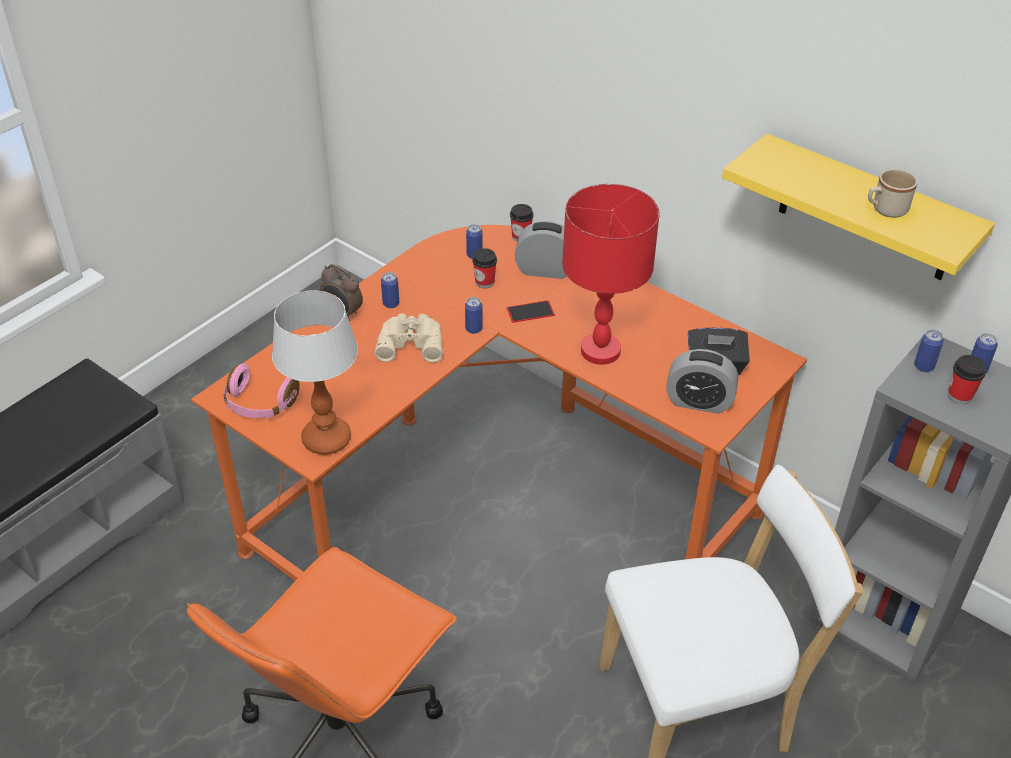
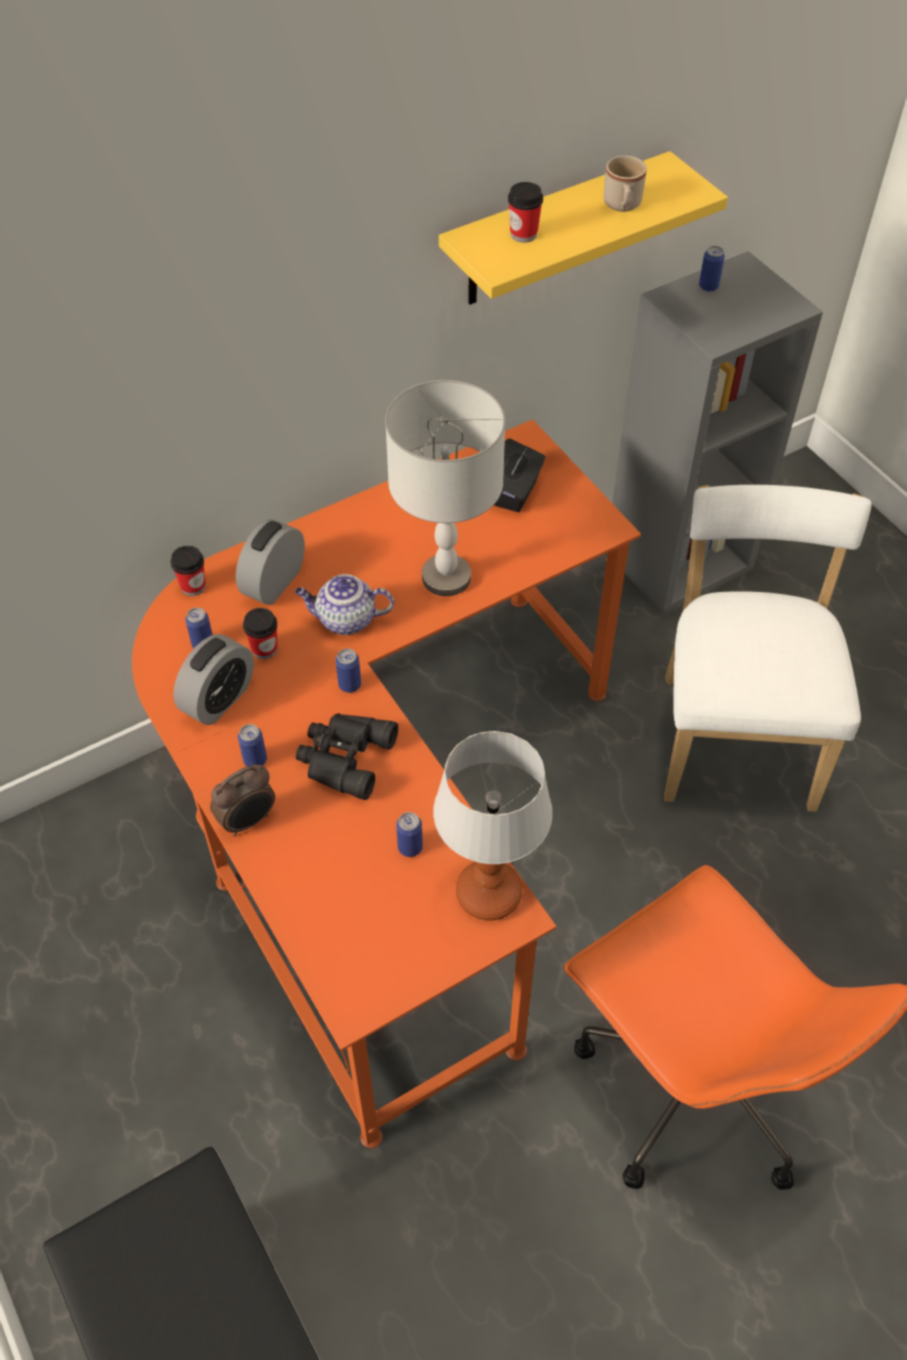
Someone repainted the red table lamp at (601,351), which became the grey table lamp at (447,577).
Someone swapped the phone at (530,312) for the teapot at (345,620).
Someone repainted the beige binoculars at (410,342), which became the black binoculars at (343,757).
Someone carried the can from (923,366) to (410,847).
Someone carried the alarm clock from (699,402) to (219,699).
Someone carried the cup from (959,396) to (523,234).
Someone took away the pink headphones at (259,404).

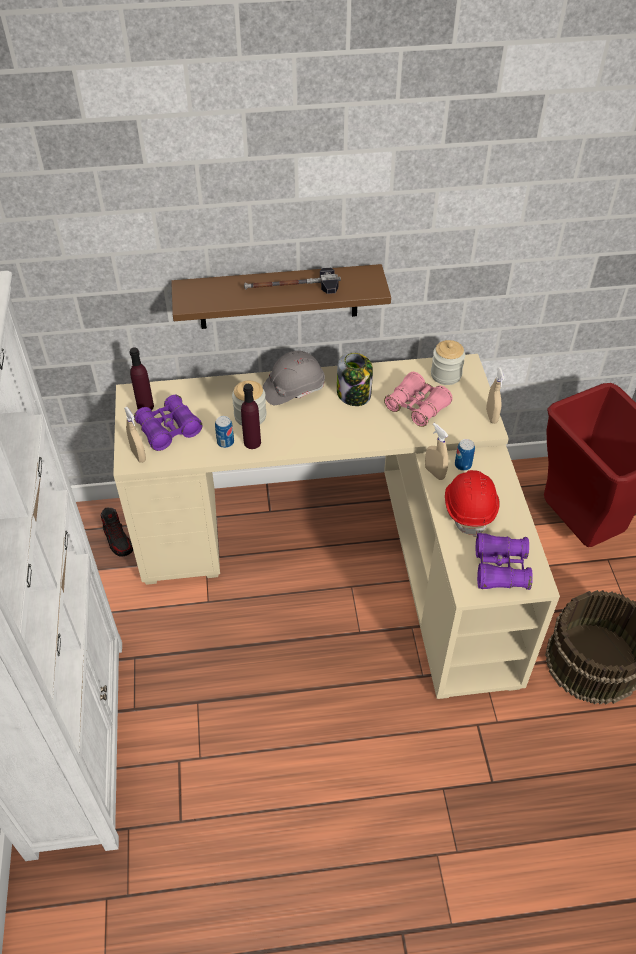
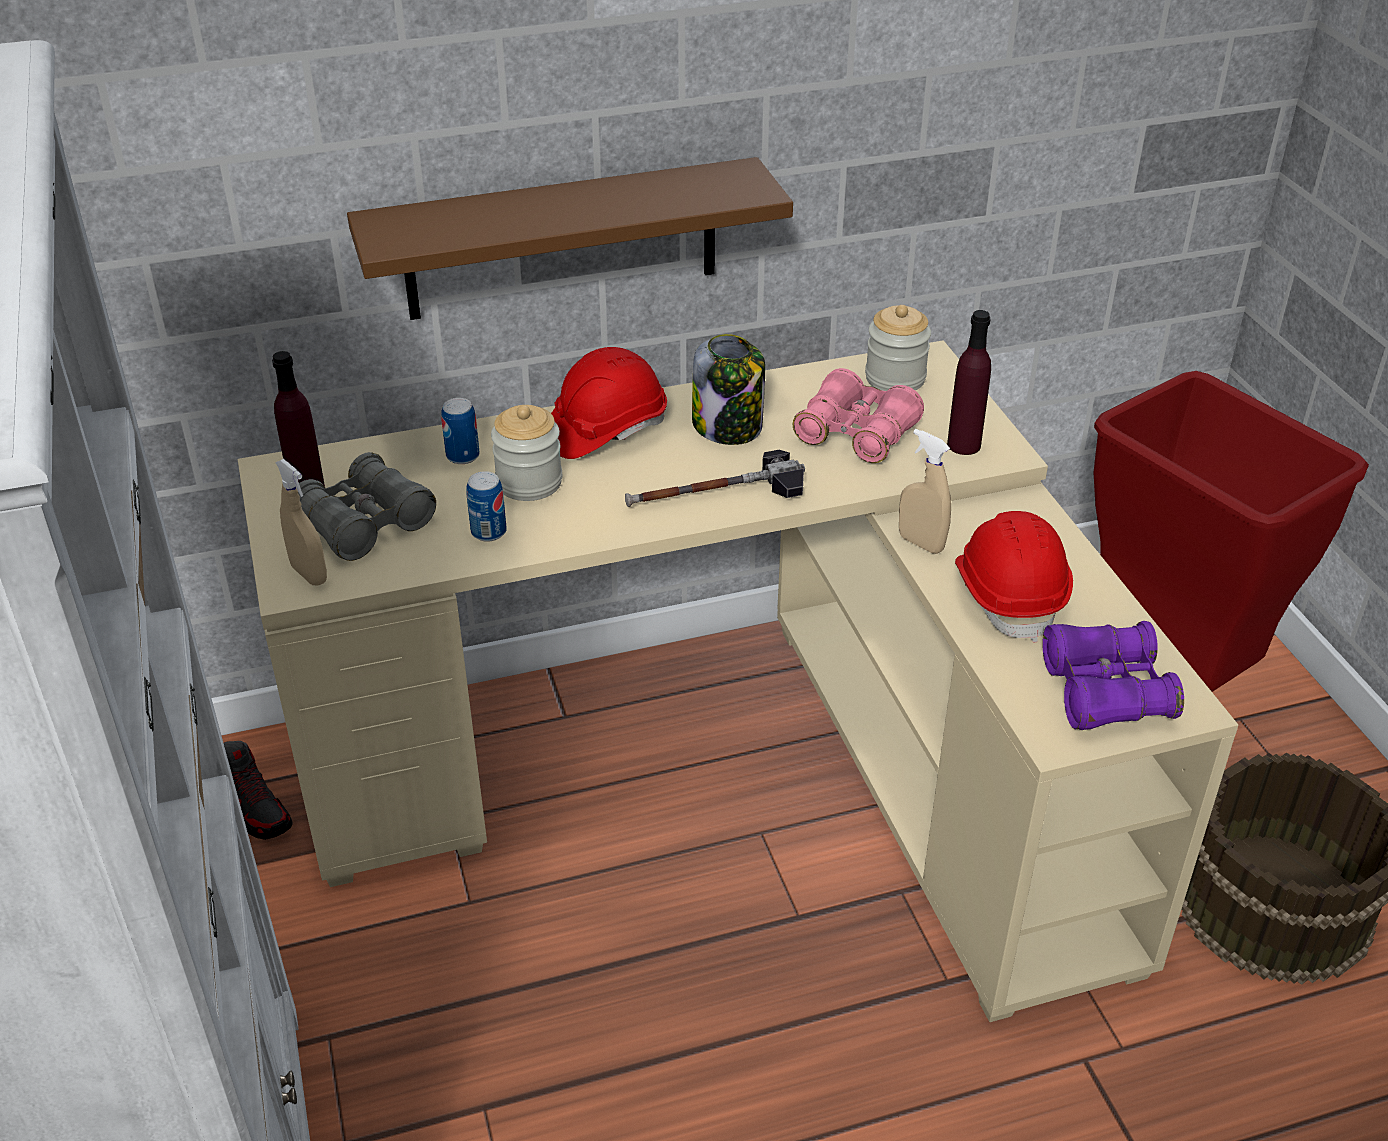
Someone carried the hammer from (292,288) to (716,494).
Someone repainted the grey hard hat at (293,389), which became the red hard hat at (605,430).
Someone took away the beige spray bottle at (491,416).
Someone carried the purple bottle from (252,442) to (963,445).
Someone repainted the purple binoculars at (169,430), which became the grey binoculars at (365,523).
Someone carried the can from (463,465) to (463,456).

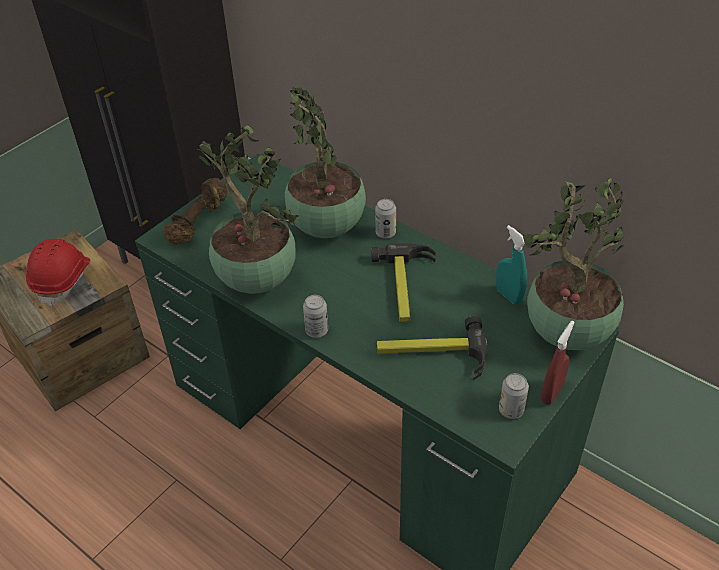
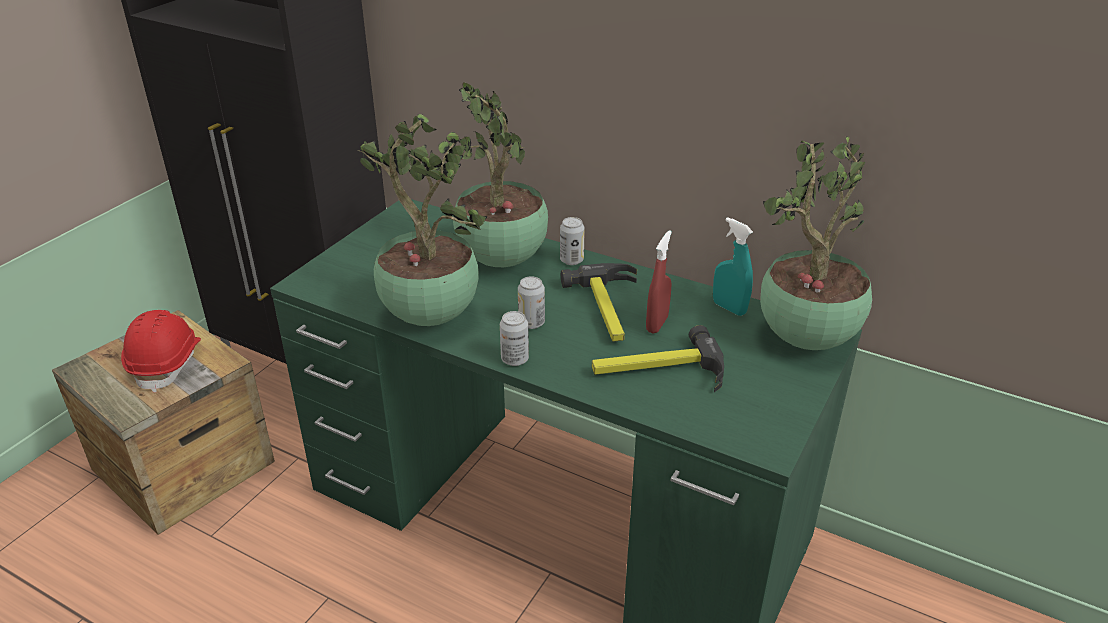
Someone took away the brown dumbbell at (199,222).
Someone carried the red spray bottle from (552,393) to (657,324).
Someone carried the can from (511,410) to (531,323).

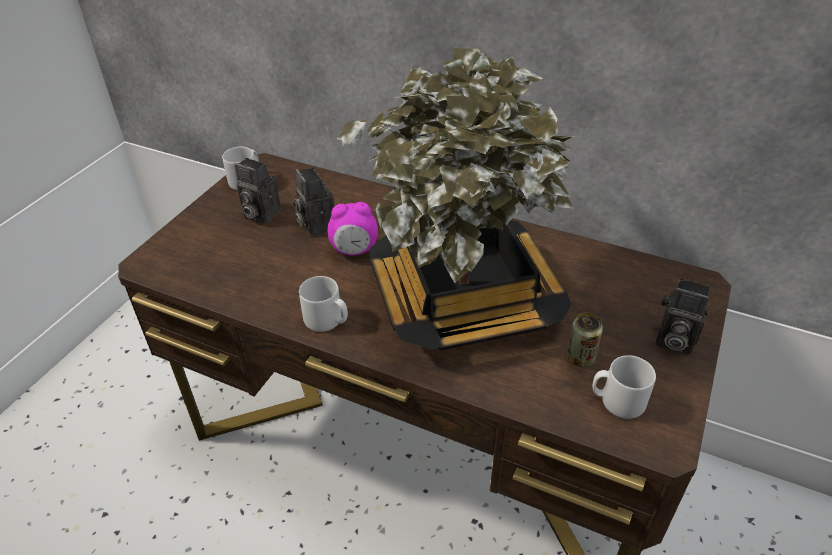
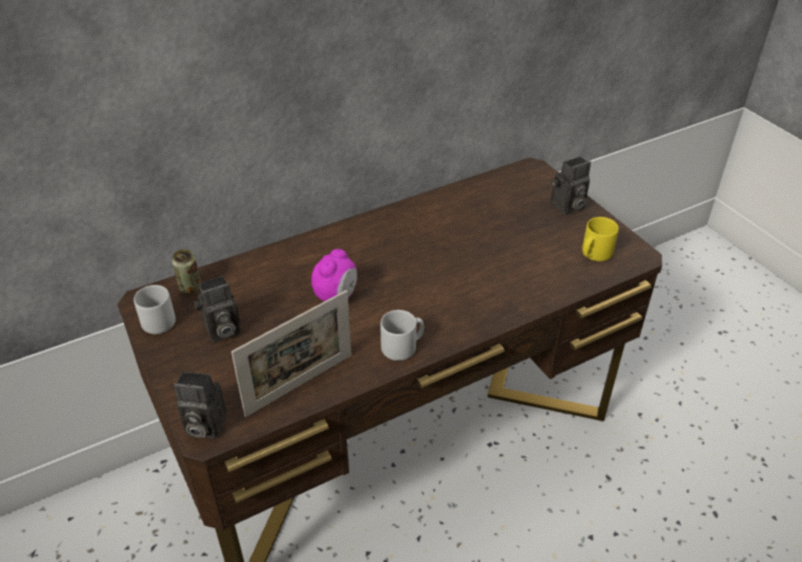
Someone took away the potted plant at (463,298).
Someone carried the photo camera from (315,225) to (203,426).
Someone carried the can from (580,358) to (190,287).
Someone repainted the grey mug at (617,401), which became the yellow mug at (594,254).
Someone put down the picture frame at (300,384).

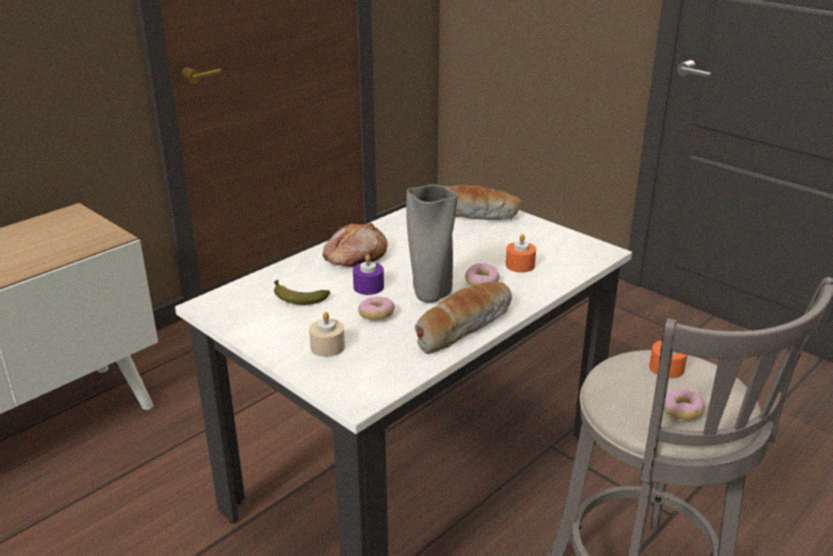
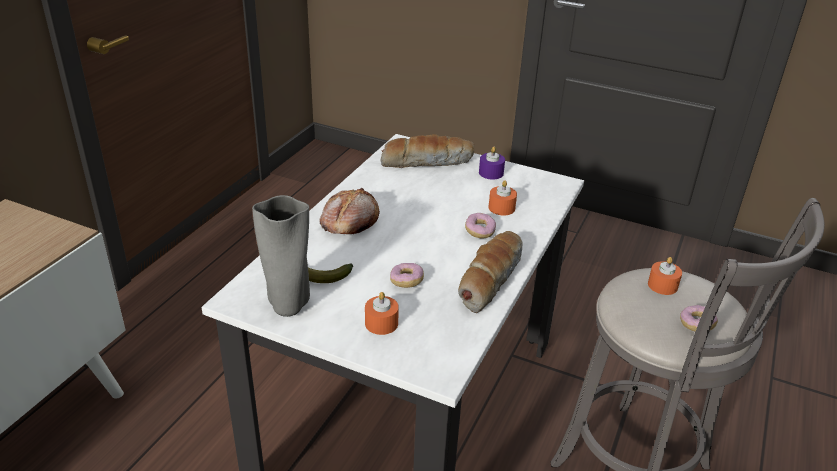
Someone carried the grey vase from (430,296) to (288,306).
Someone carried the purple candle from (368,287) to (491,173).
Someone repainted the beige candle at (327,347), which became the orange candle at (381,323).

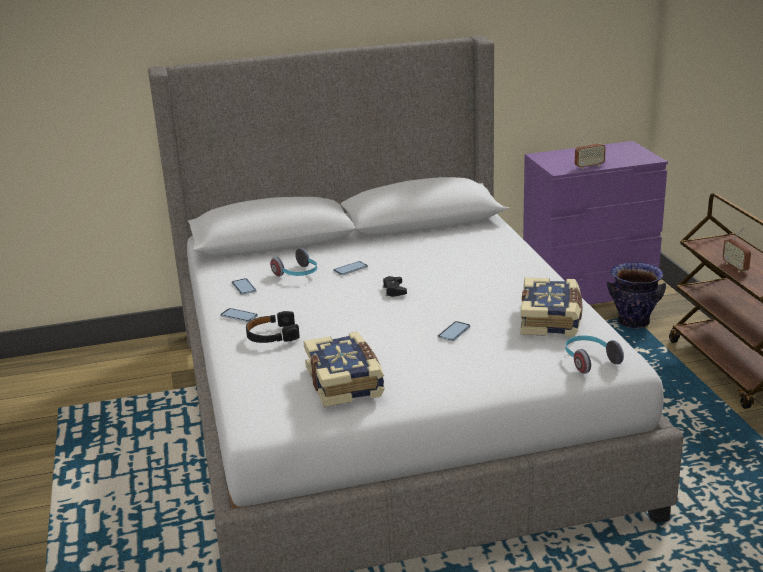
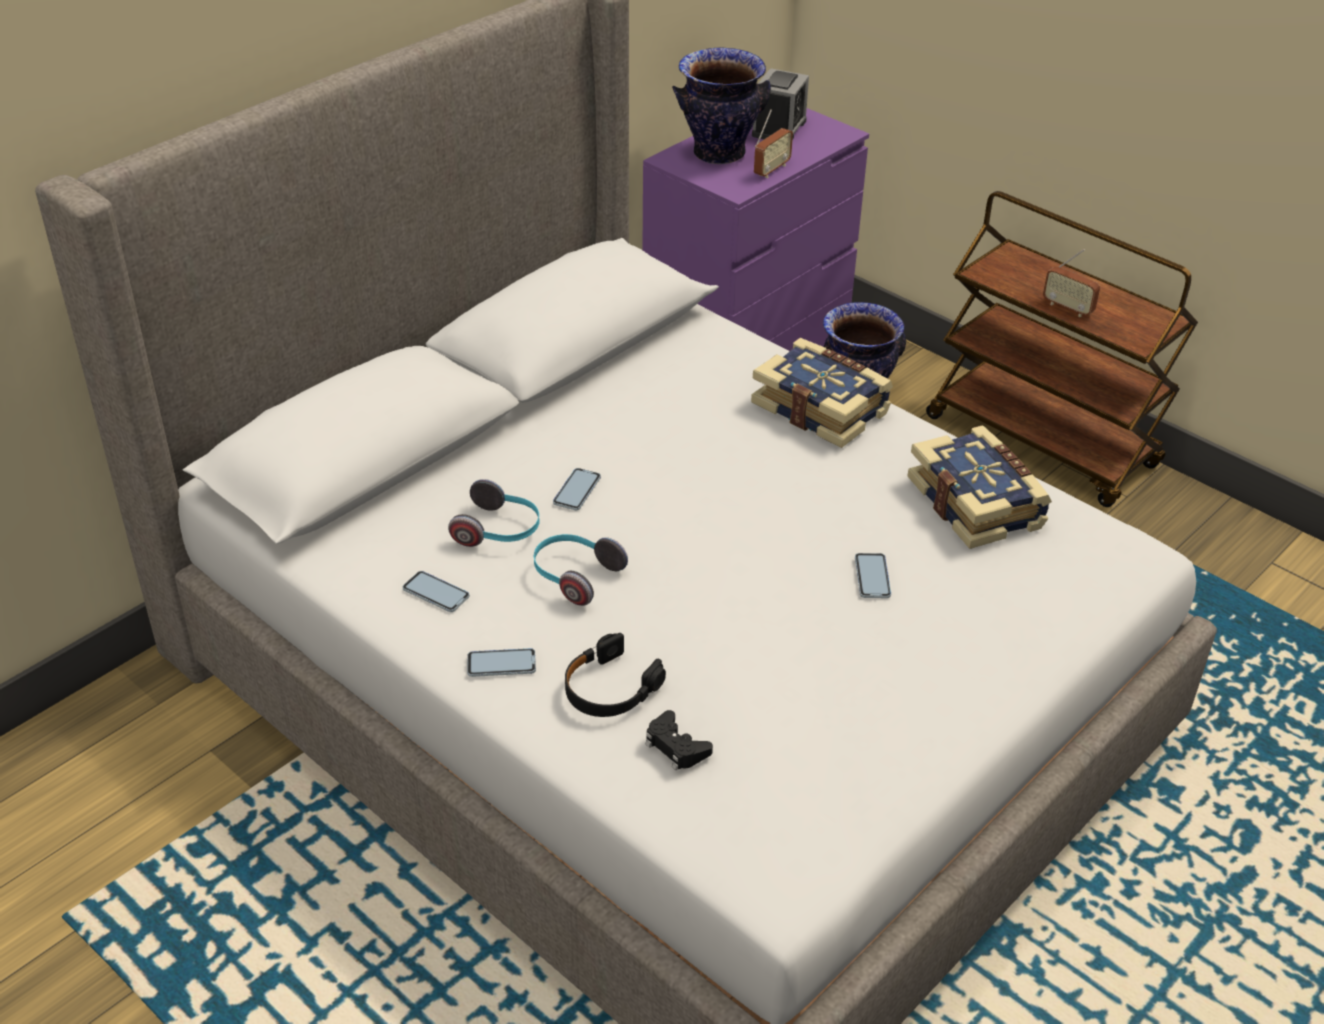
Someone carried the black game controller from (394,290) to (676,747).
Someone carried the book from (346,382) to (821,408).
Someone carried the headphones from (589,361) to (574,576).
Someone put down the vase at (719,153).
Someone put down the alarm clock at (779,128).

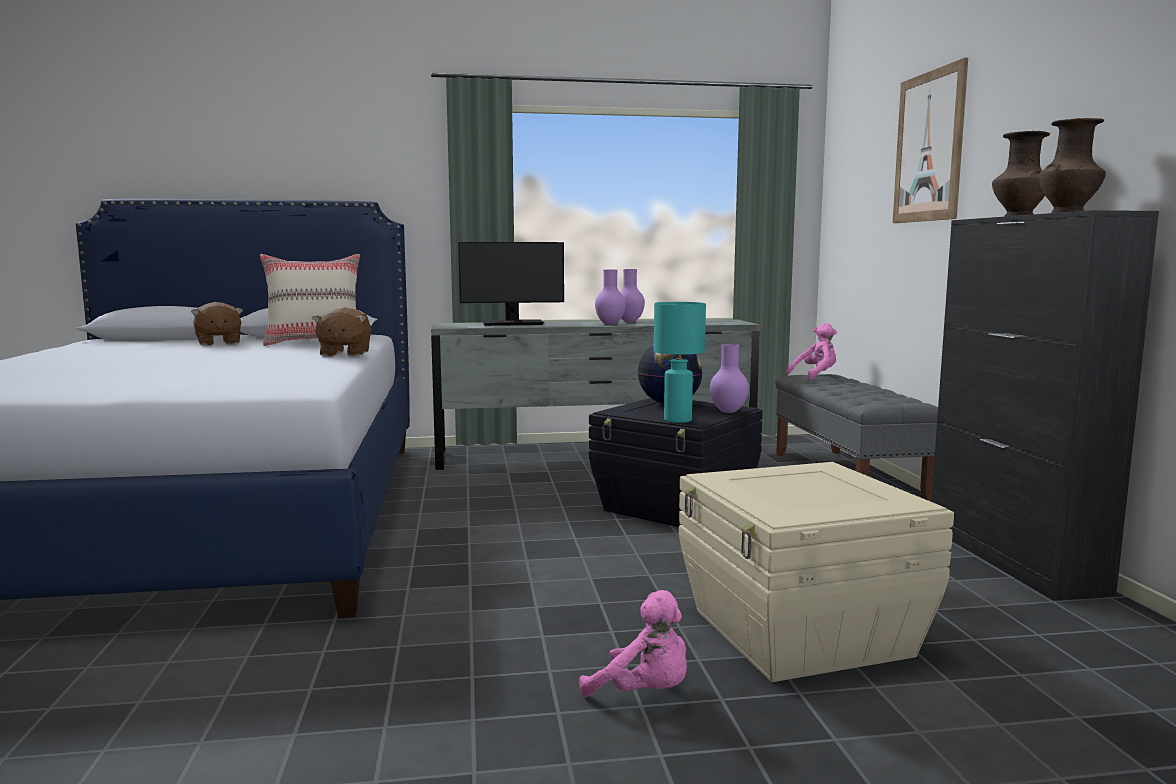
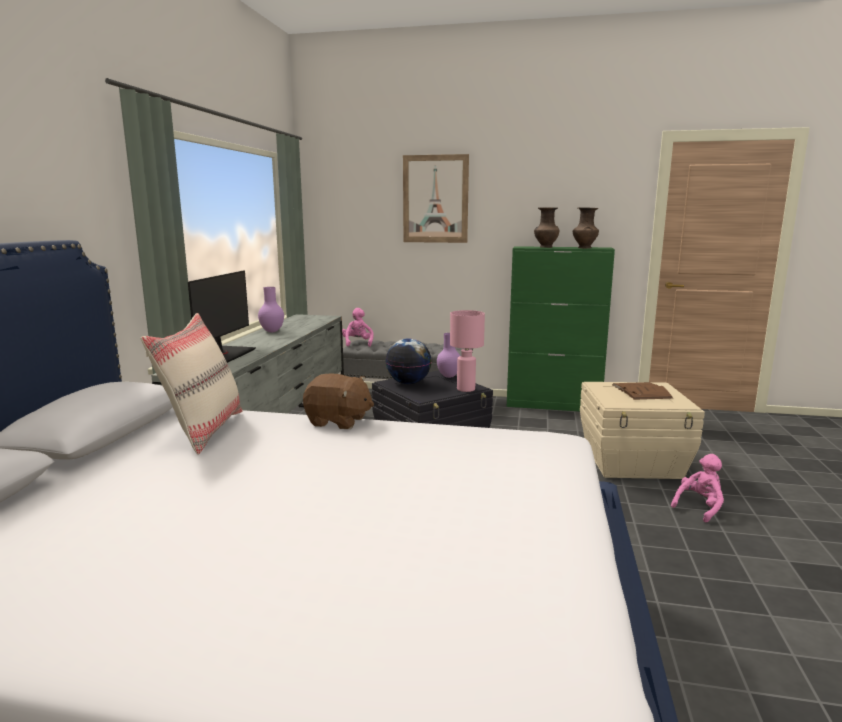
Someone repainted the black cabinet at (1012,558), which became the green cabinet at (553,405).
Someone took away the purple vase at (609,324).
Someone took away the brown plush toy at (218,343).
Someone repainted the turquoise table lamp at (677,420), which became the pink table lamp at (466,389).
Someone put down the brown book at (641,391).

